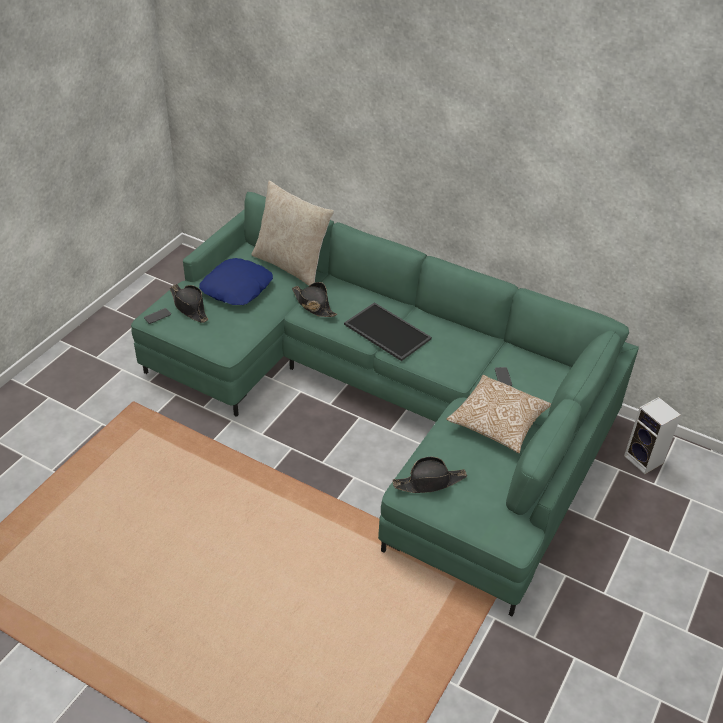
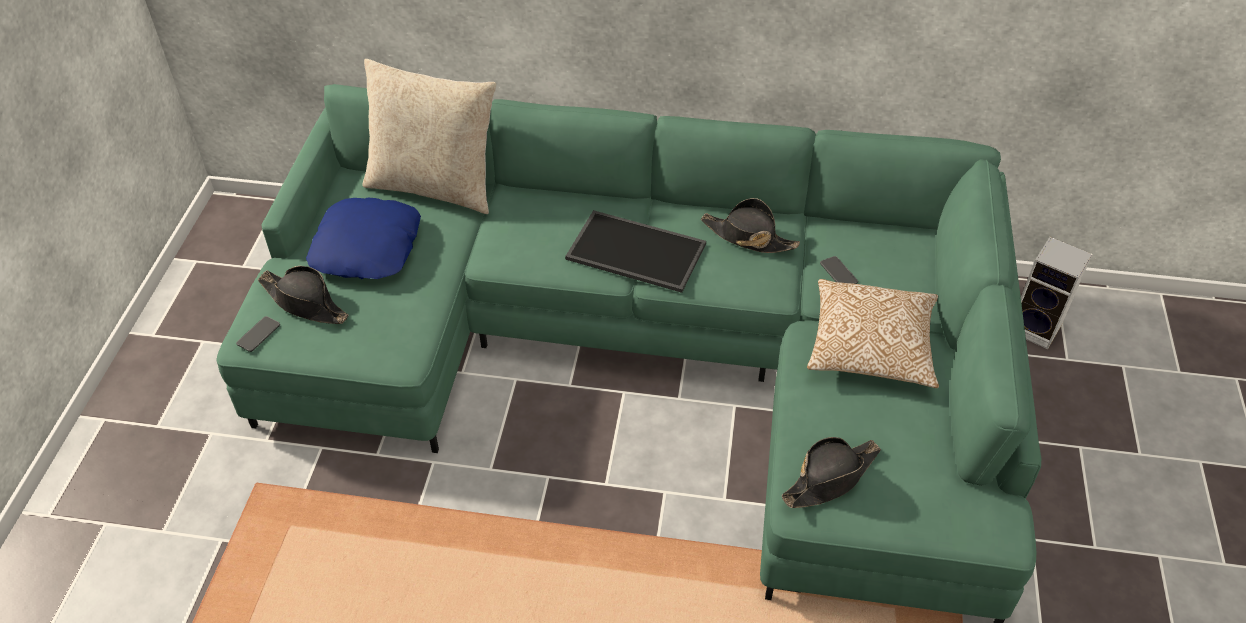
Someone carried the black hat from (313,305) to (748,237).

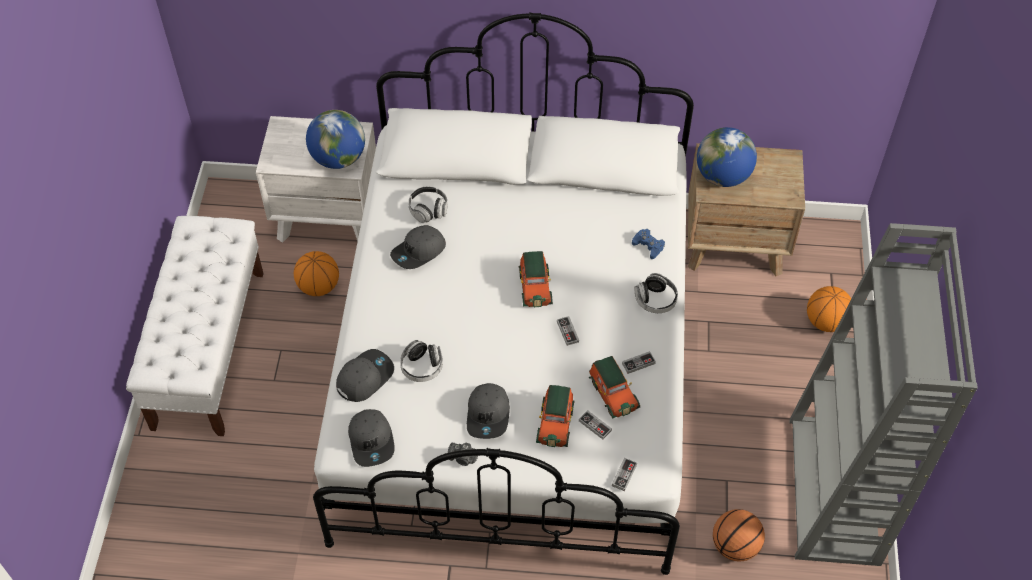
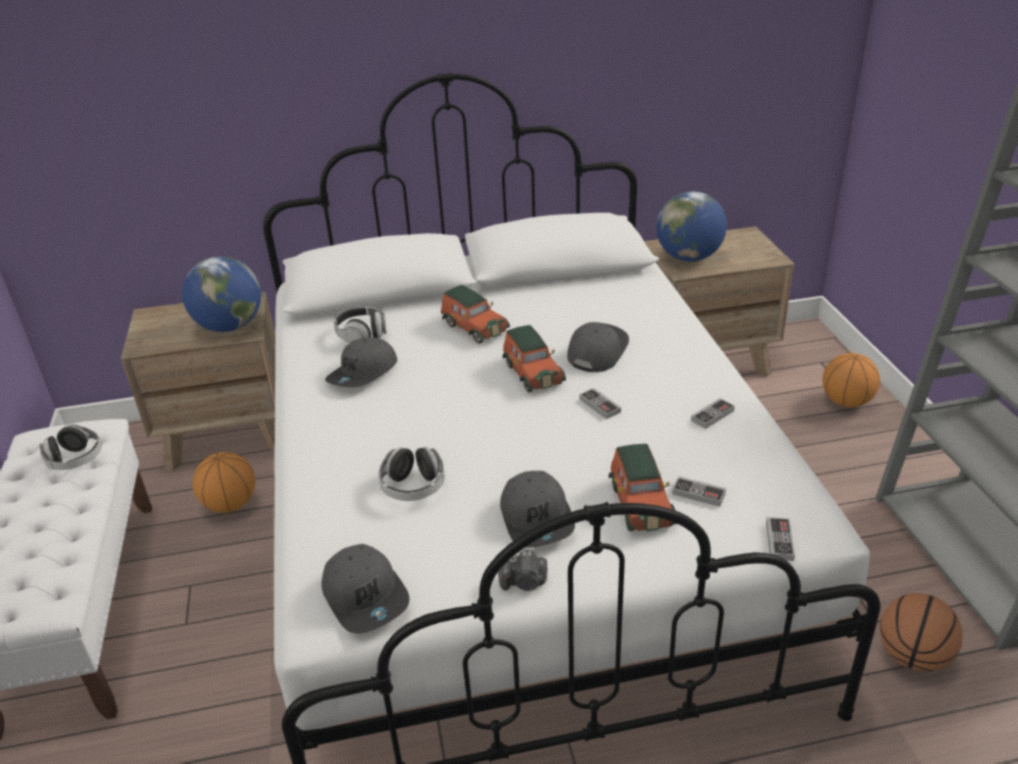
Someone repainted the white nightstand at (328,217), which became the brown nightstand at (228,435).
Someone took away the blue game controller at (648,246).
Someone carried the headphones from (655,300) to (75,460).
Someone carried the grey cap from (364,377) to (596,351).
Someone carried the toy car from (612,392) to (473,327).

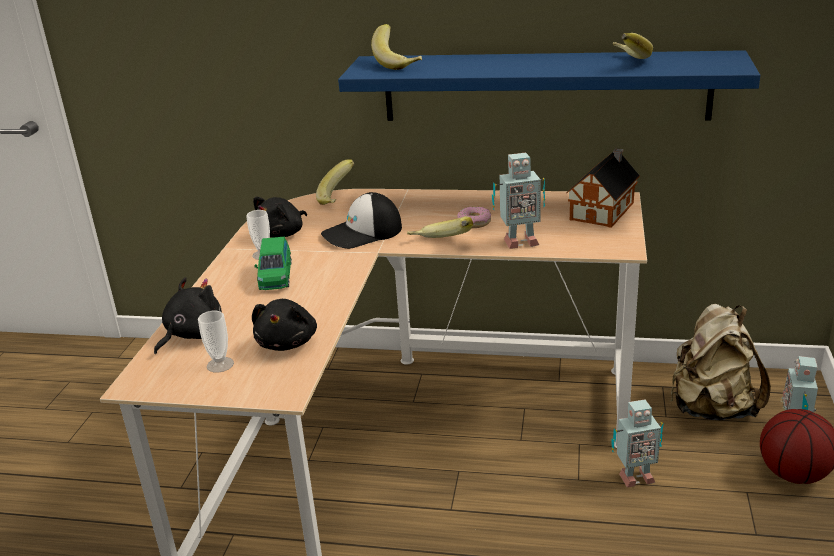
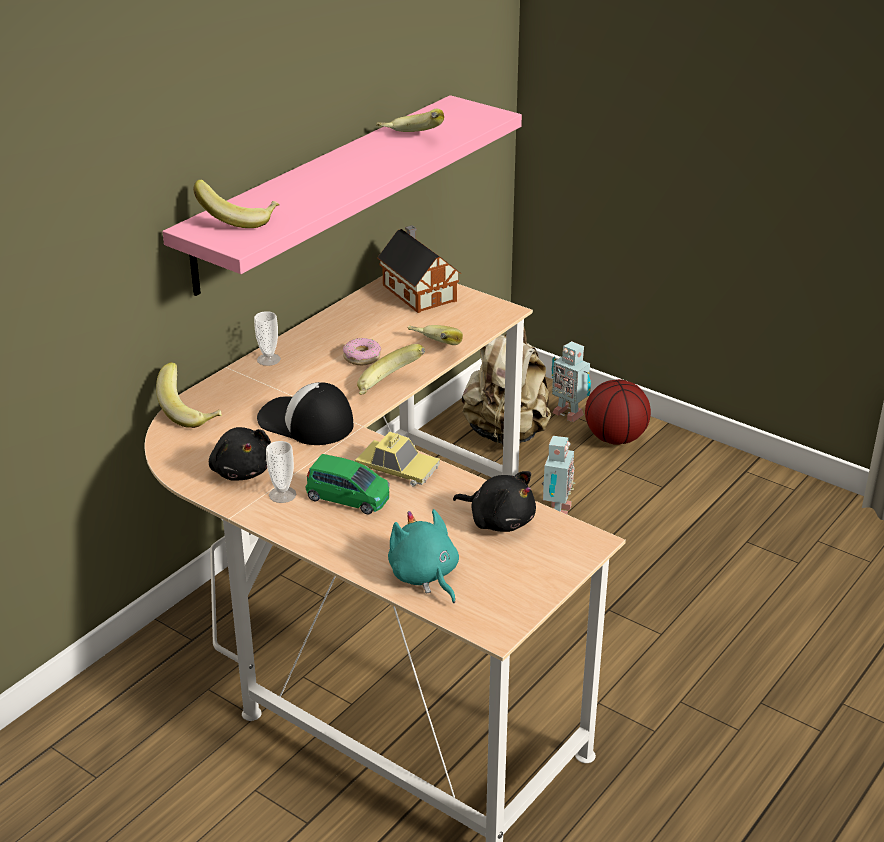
Someone repainted the blue shelf at (544,87), which became the pink shelf at (322,191).
Someone swapped the toy robot at (519,242) for the banana at (432,350).
Someone rotated the cap at (362,233) by 120 degrees clockwise.
Someone repainted the black plush toy at (191,334), which became the turquoise plush toy at (424,576).
Someone carried the cup from (220,365) to (268,359).
Someone put down the toy car at (397,469).

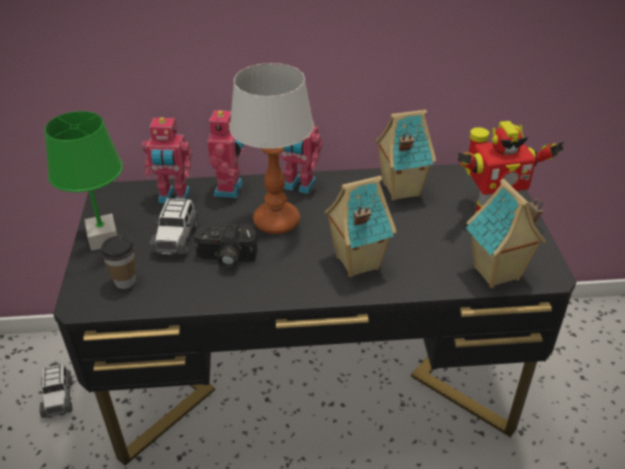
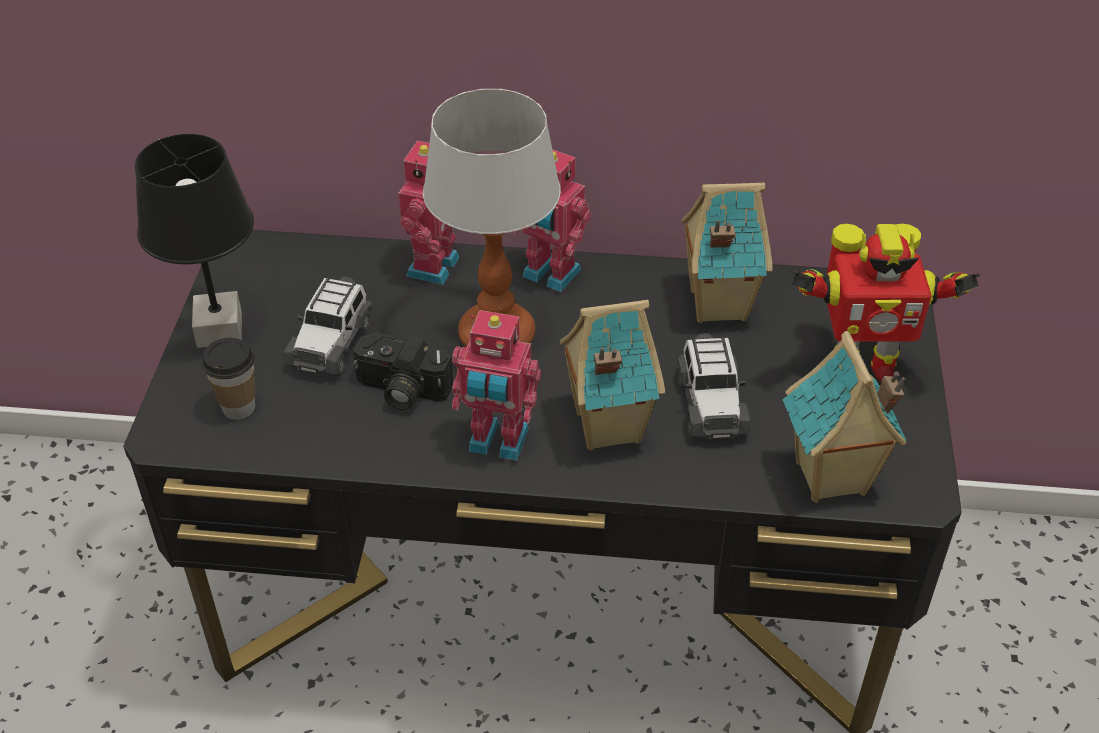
Someone repainted the green table lamp at (103,238), which became the black table lamp at (218,329).
Someone carried the toy robot from (174,197) to (497,443).
Someone carried the toy car from (58,397) to (710,404).

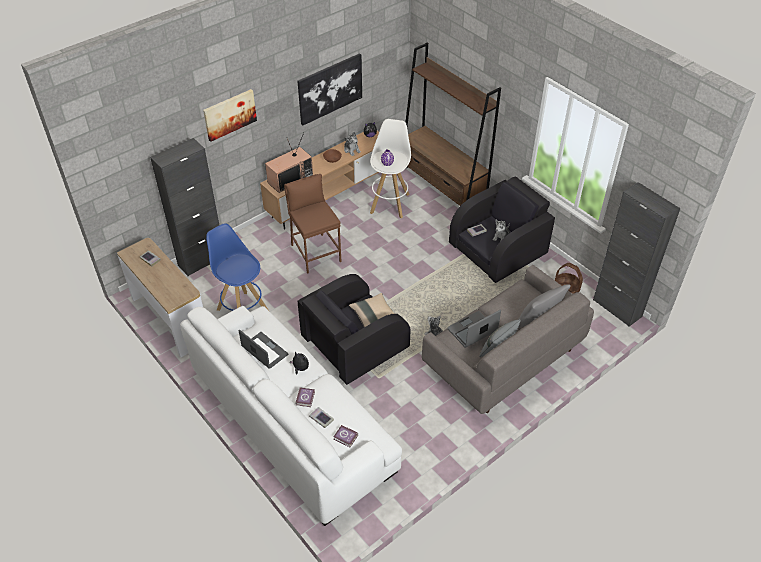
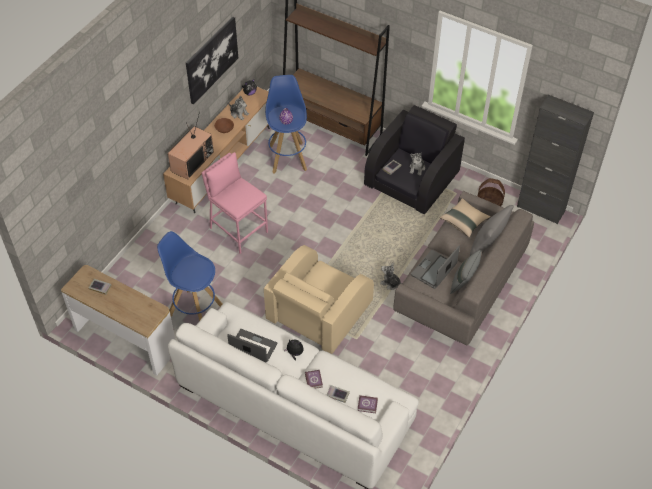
Someone took away the picture at (229,114).
Someone repainted the white stool at (390,203), which became the blue stool at (287,157).
Someone took away the black cabinet at (201,261).
Someone repainted the brown stool at (315,253), which became the pink stool at (238,230).
Someone repainted the black armchair at (354,344), which became the beige armchair at (318,312).
Someone carried the beige pillow from (373,316) to (464,222).

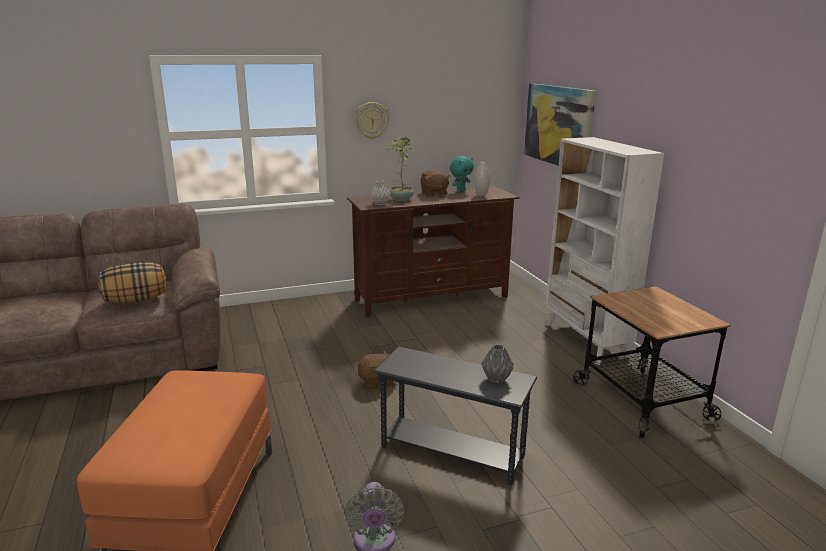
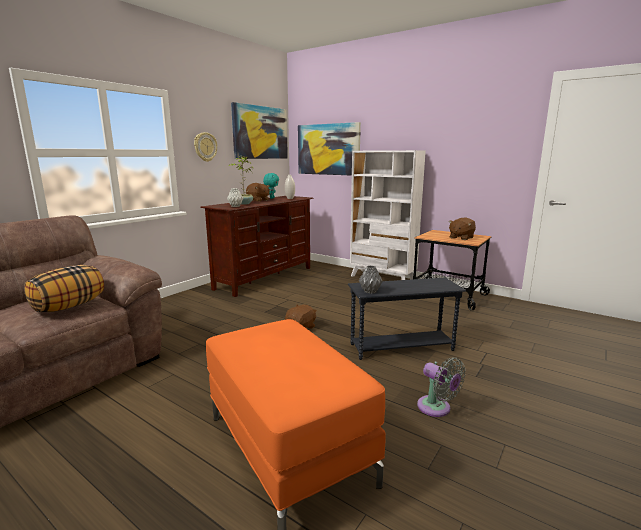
Someone carried the grey vase from (496,379) to (370,292).
Someone put up the picture at (260,132).
Someone put down the brown plush toy at (461,238).

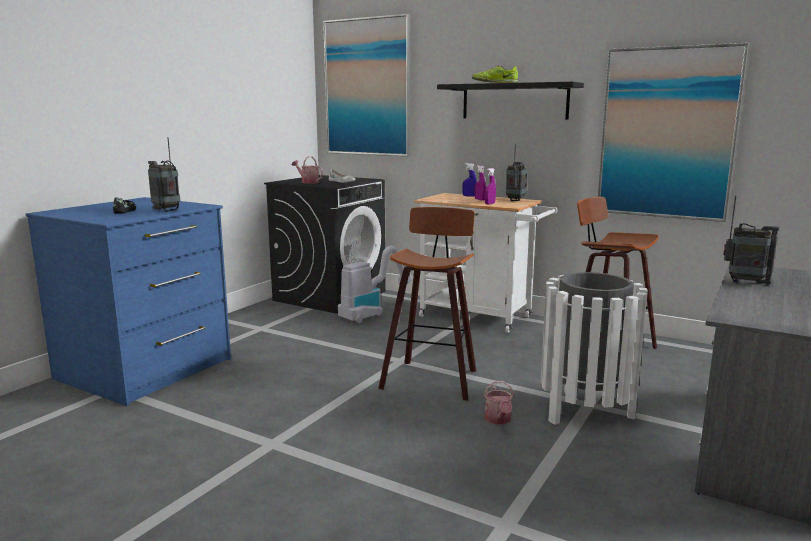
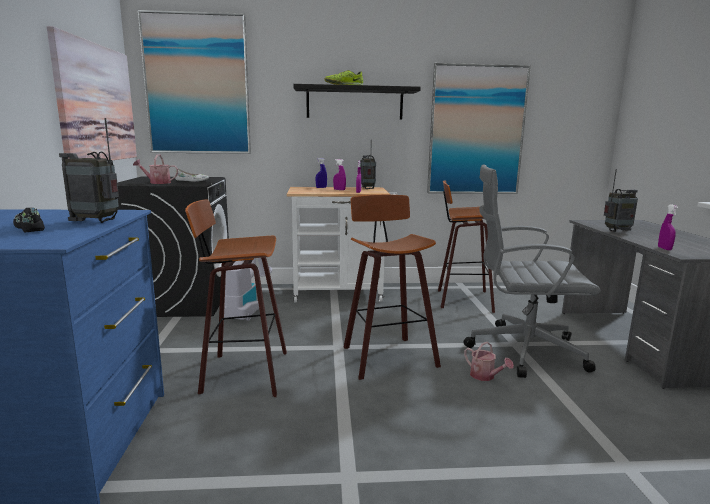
Someone swapped the white trash can at (586,411) for the grey office chair at (522,350).
Someone put up the picture at (97,103).
Someone put down the stool at (242,373).
Someone put down the purple spray bottle at (664,249).

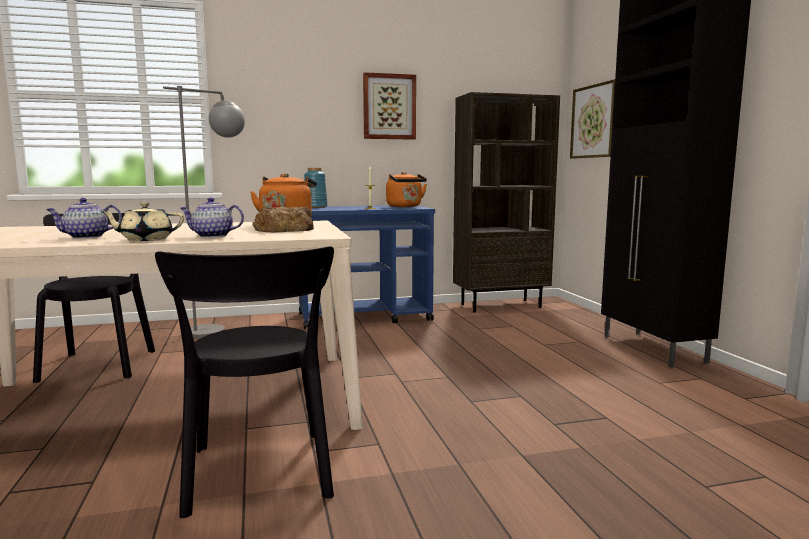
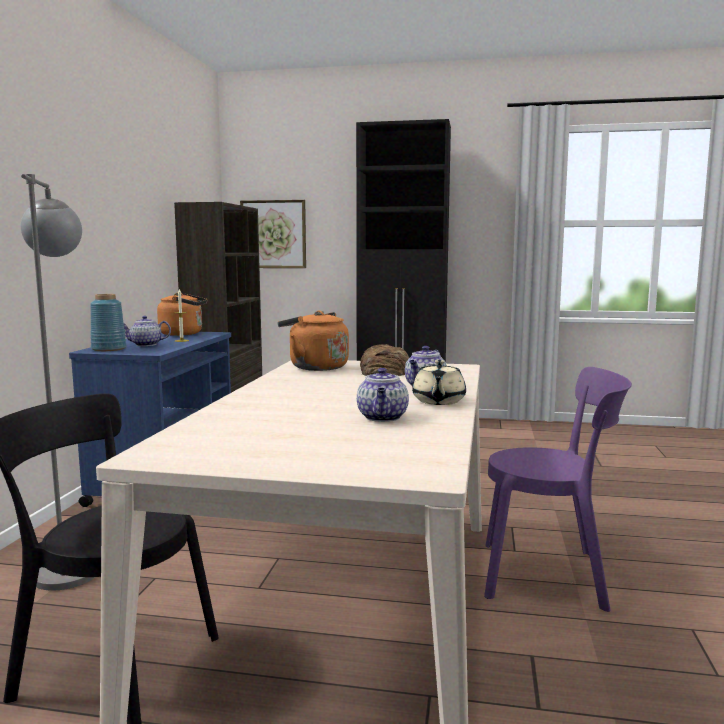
Someone took away the picture at (389,107).
Someone repainted the black chair at (259,476), which became the purple chair at (550,575).
Someone put down the teapot at (145,345).

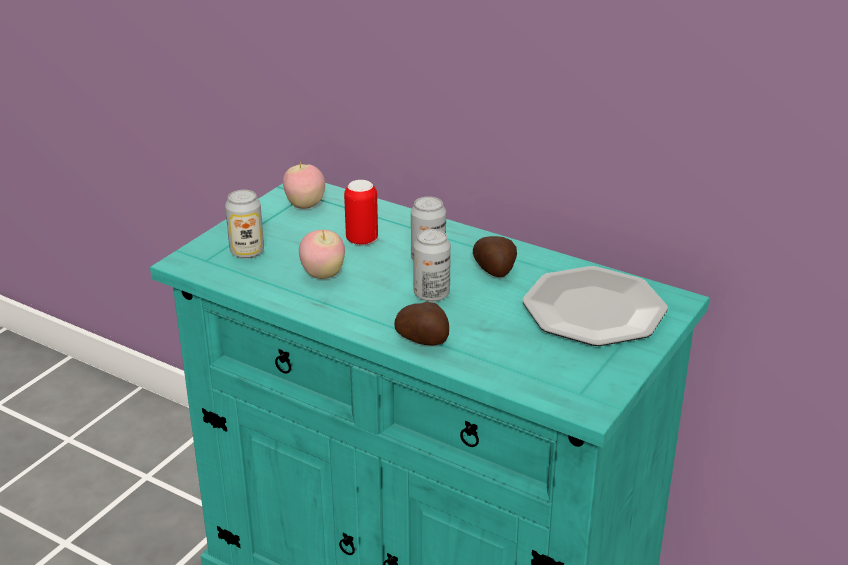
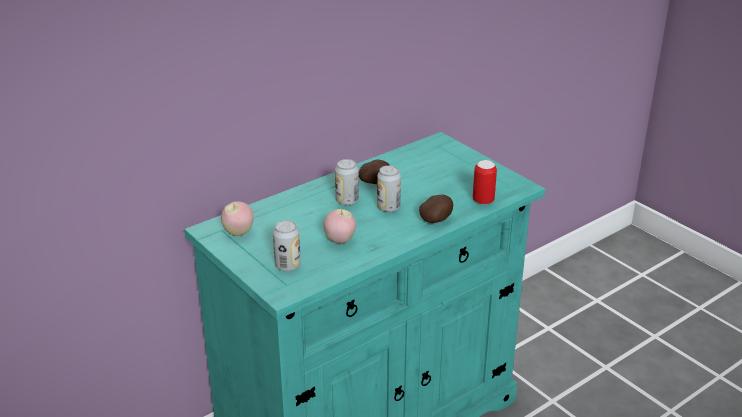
Someone carried the can from (362,240) to (483,201).
Someone took away the plate at (594,309).

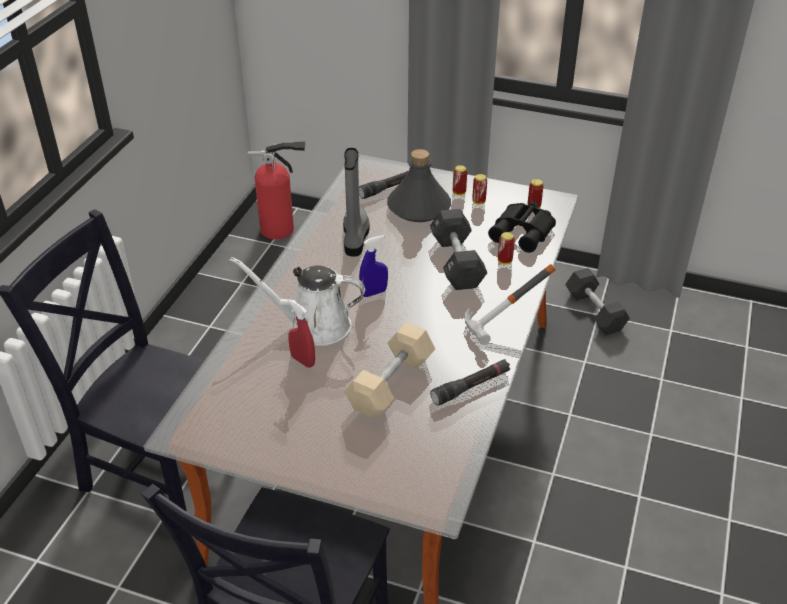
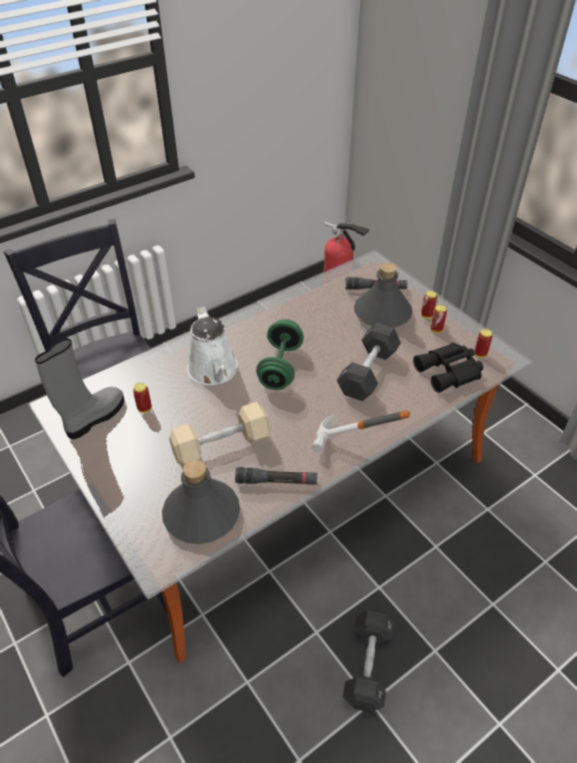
Someone carried the grey boot from (355,237) to (94,418).
Someone carried the can from (504,261) to (144,408).
Someone swapped the blue spray bottle at (374,293) for the green dumbbell at (280,367).
Someone rotated the white watering can at (313,325) by 150 degrees counterclockwise.
Someone carried the black dumbbell from (594,311) to (368,665).
Someone took away the red spray bottle at (302,361).
Someone put down the grey bottle at (201,514).

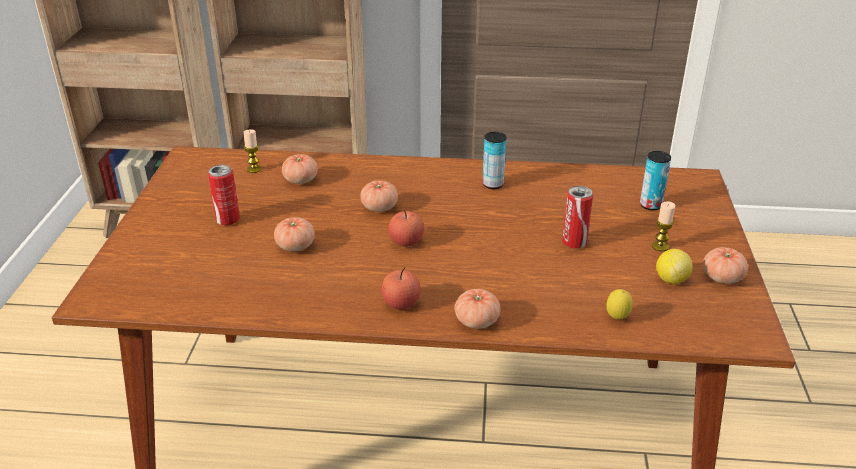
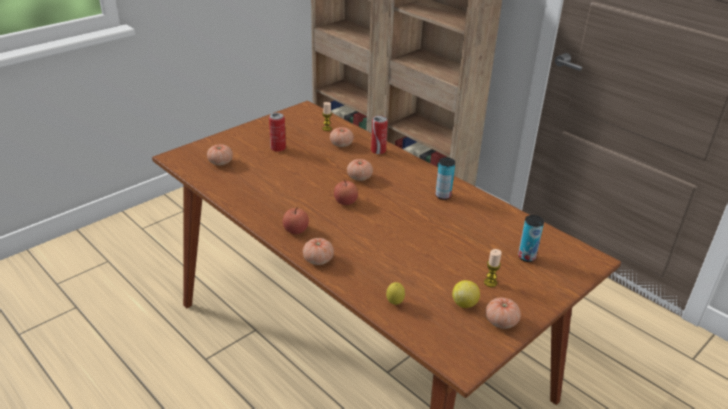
Someone carried the can from (574,242) to (378,151).
Someone carried the tomato from (295,246) to (220,162).

